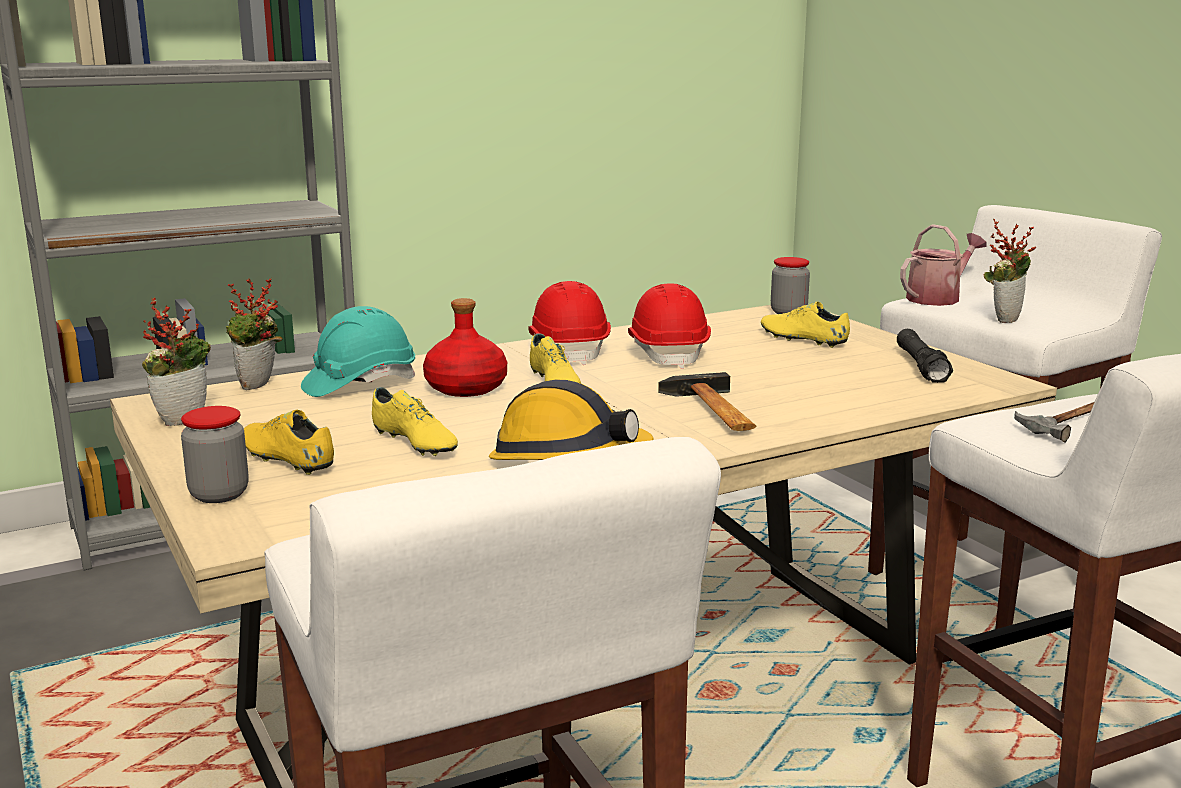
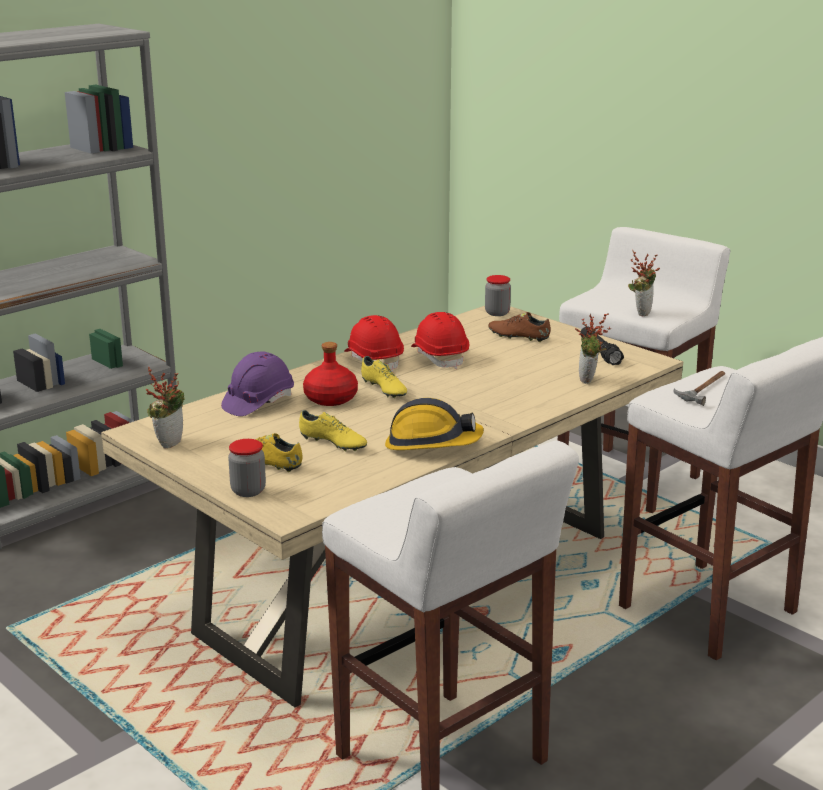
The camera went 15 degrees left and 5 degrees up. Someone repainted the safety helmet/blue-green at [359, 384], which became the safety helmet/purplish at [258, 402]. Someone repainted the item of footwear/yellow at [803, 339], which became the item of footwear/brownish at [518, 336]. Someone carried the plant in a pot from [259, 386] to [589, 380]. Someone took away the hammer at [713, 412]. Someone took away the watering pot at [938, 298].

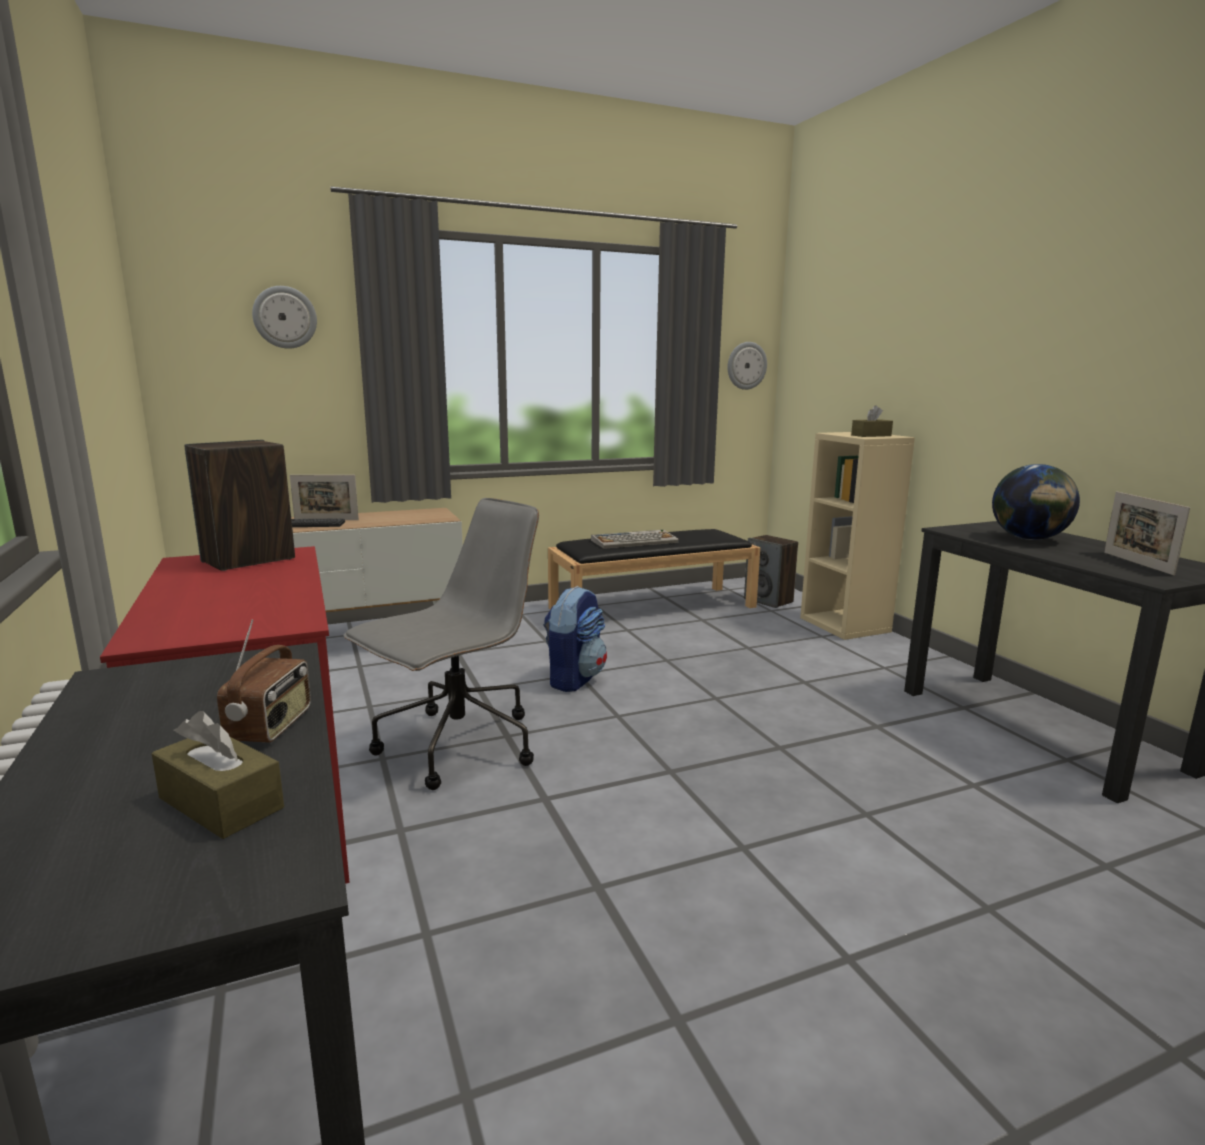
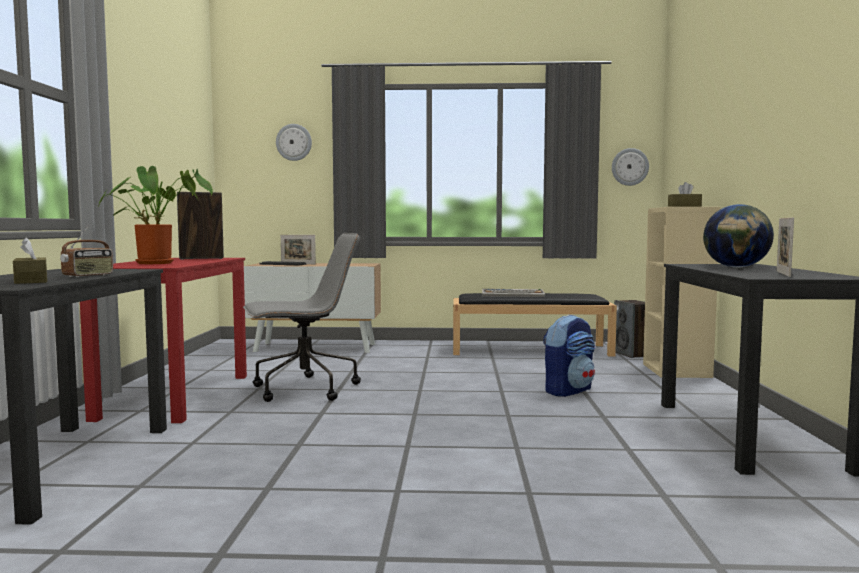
The camera went 25 degrees right and 10 degrees down. Someone put down the plant in a pot at [159, 263]. Someone carried the knapsack from [574, 679] to [568, 391].

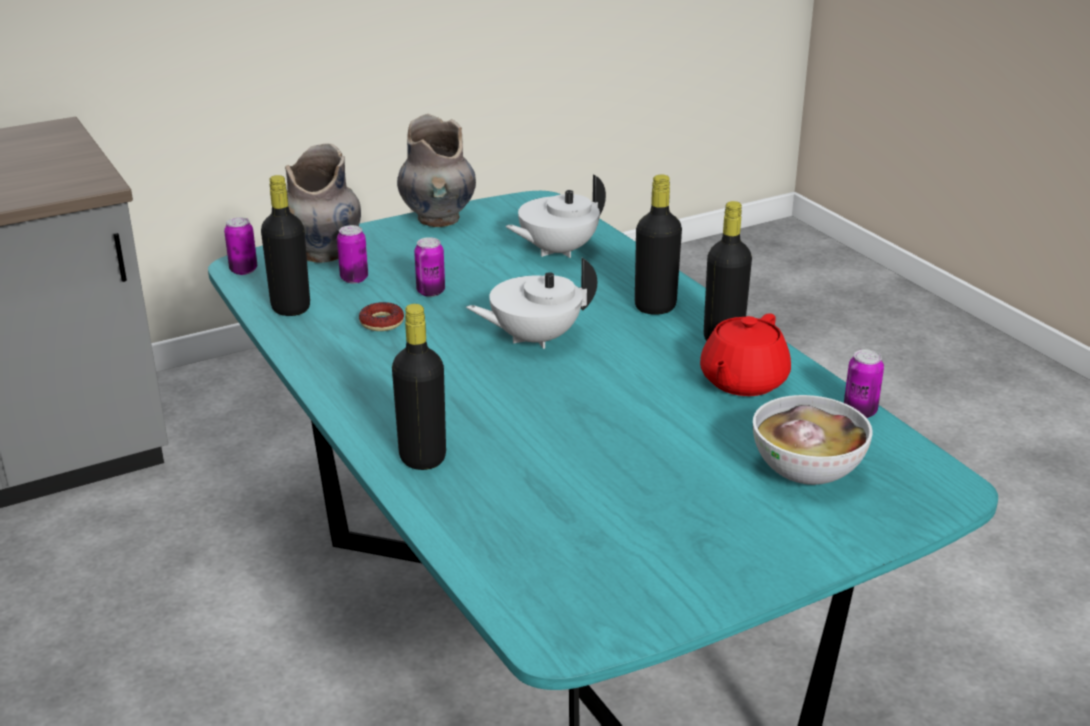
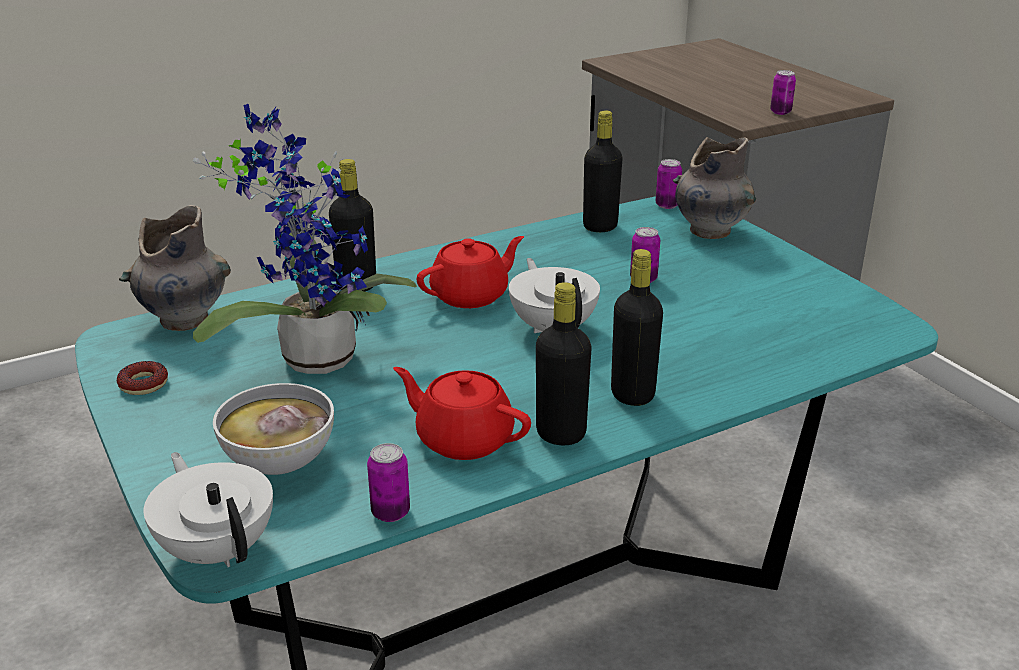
The camera went 90 degrees right and 0 degrees up. Someone carried the ring doughnut from [382, 322] to [143, 384]. Someone carried the vase/greyish from [438, 220] to [183, 320]. Someone carried the tea pot/whitish from [557, 251] to [218, 549]. Someone put down the plant in a pot at [313, 354]. Someone put down the tea pot/red-coloured at [471, 296]. Someone carried the metal can from [354, 279] to [780, 112].

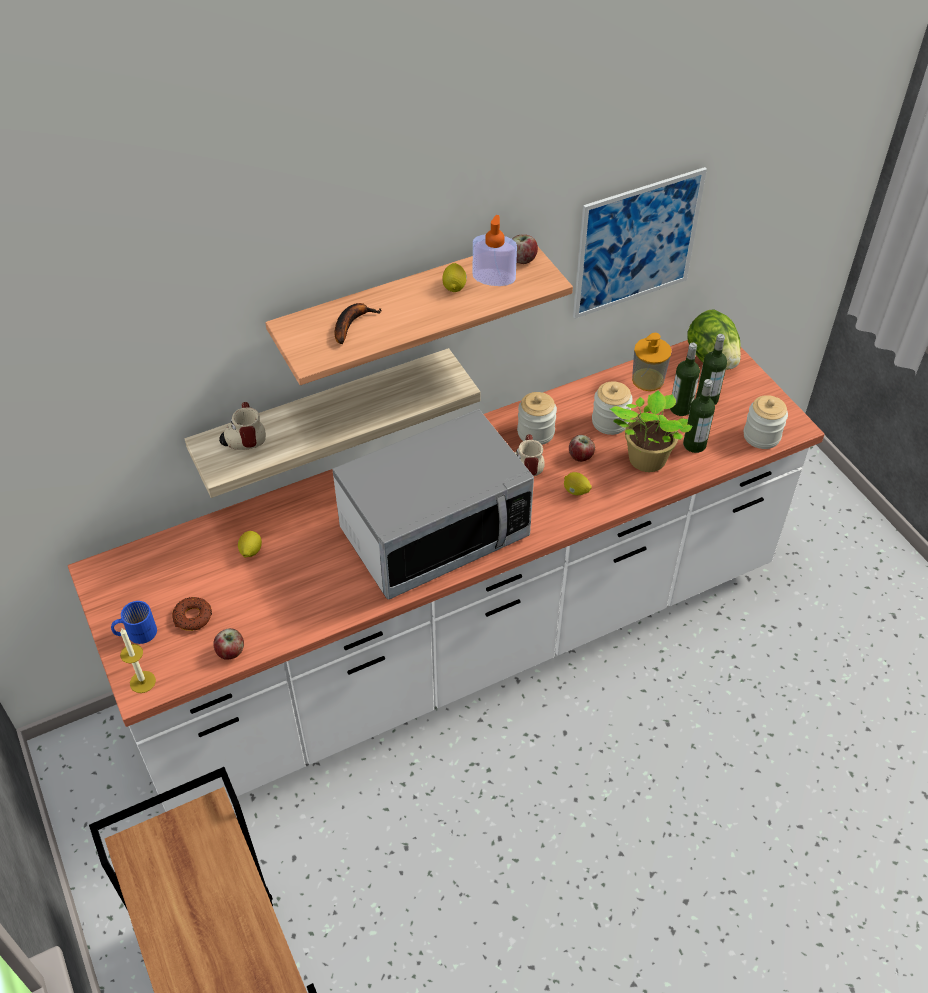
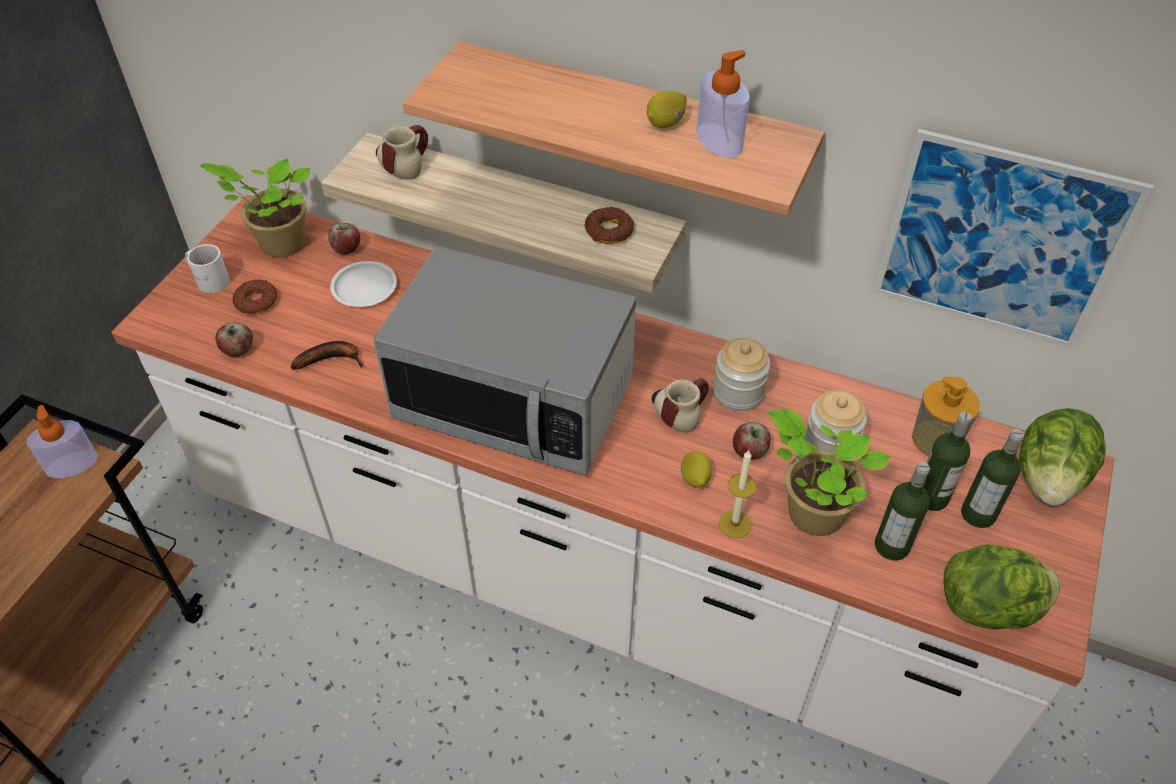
The camera went 50 degrees right and 0 degrees up. Someone put down the soap dispenser at [72, 464]. Someone repainted the mug/bluish at [136, 632], which became the mug/whitish at [209, 278]. Someone put down the plant in a pot at [279, 244]. Someone carried the banana from [352, 324] to [331, 359]. Someone carried the apple fruit from [522, 259] to [346, 249]. Someone swapped the lemon at [250, 551] for the dinner plate/whitish at [364, 288]. Someone put down the ring doughnut at [609, 231]. Someone carried the candle from [142, 682] to [734, 524]. Someone swapped the jar at [761, 436] for the lettuce at [990, 607].

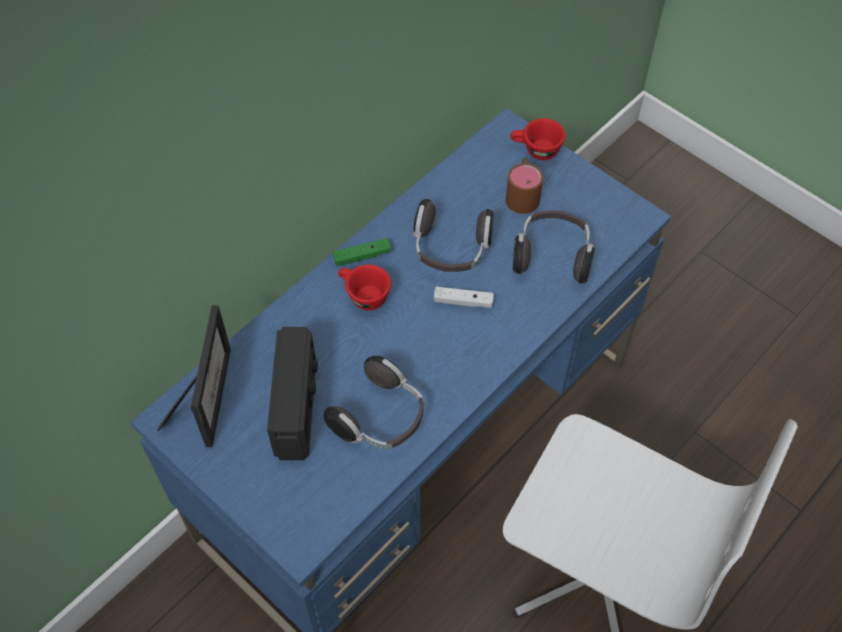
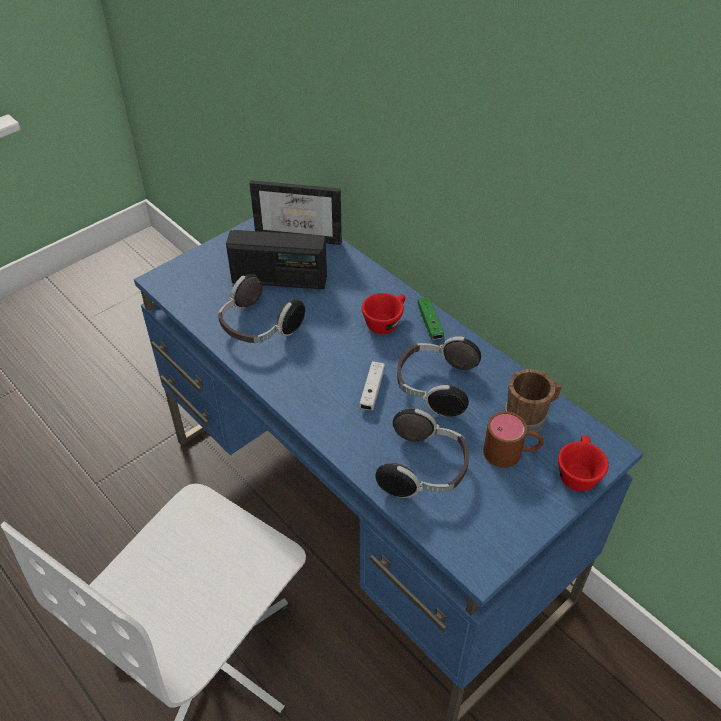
The camera went 95 degrees right and 10 degrees down. Someone put down the mug/brownish at [529, 416].

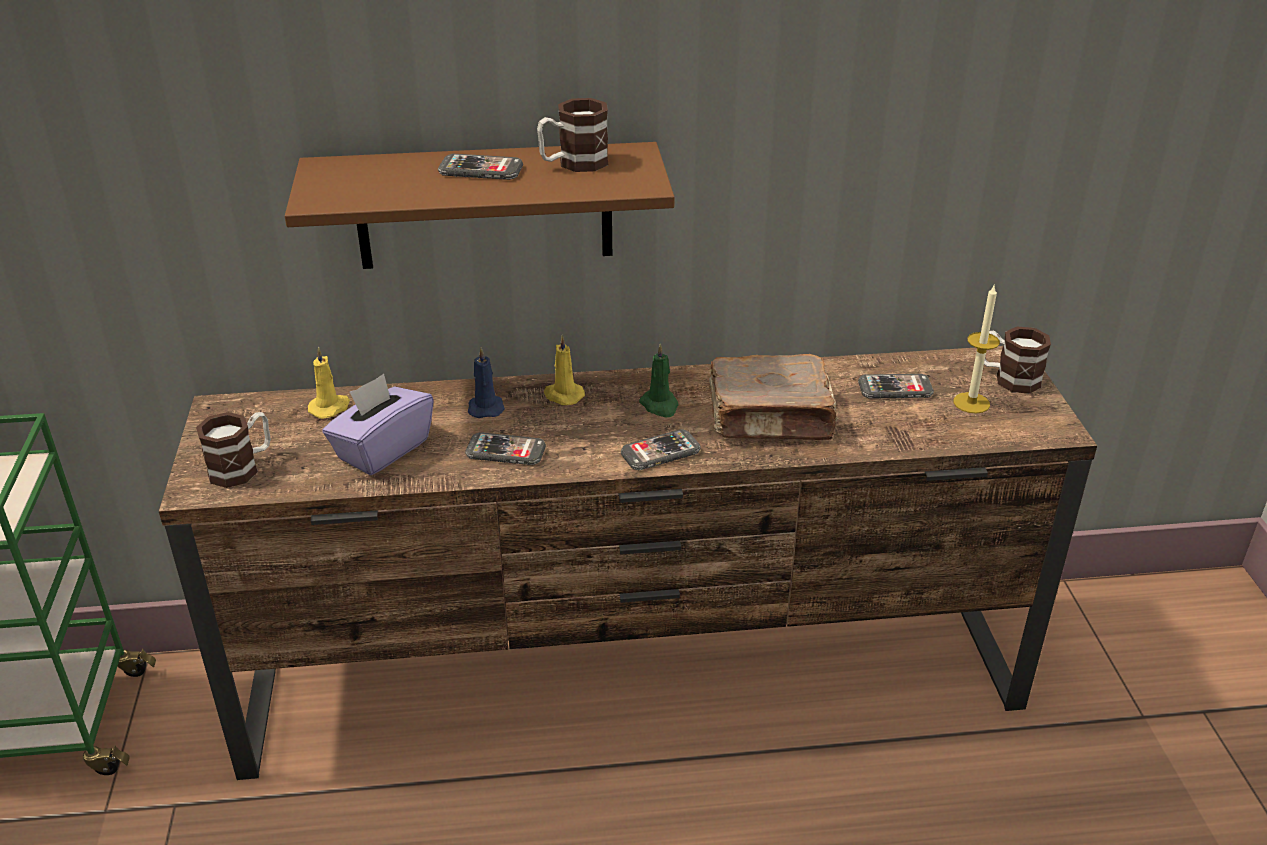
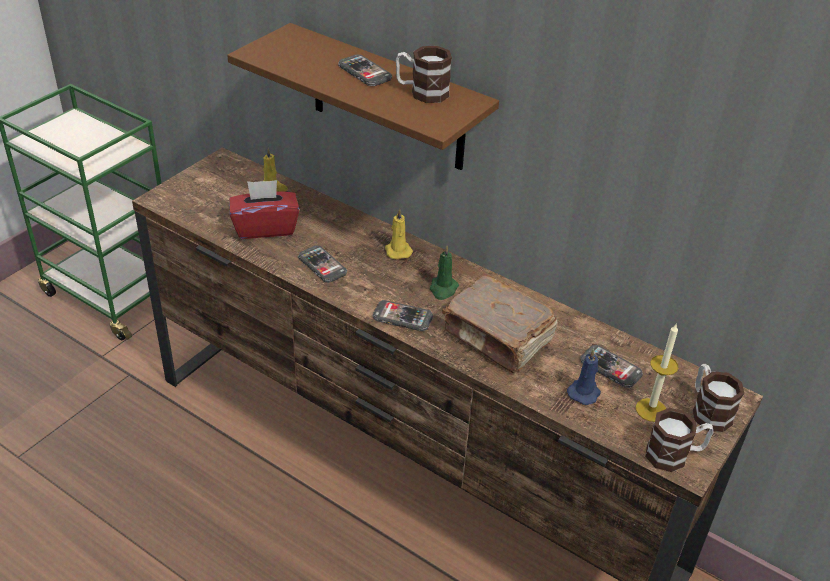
The camera went 40 degrees right and 5 degrees up. Someone repainted the box of tissues/purplish at [382, 449], which became the box of tissues/red-coloured at [265, 227]. Someone carried the candle/bluish from [485, 407] to [584, 392]. Someone carried the mug from [242, 467] to [675, 455].

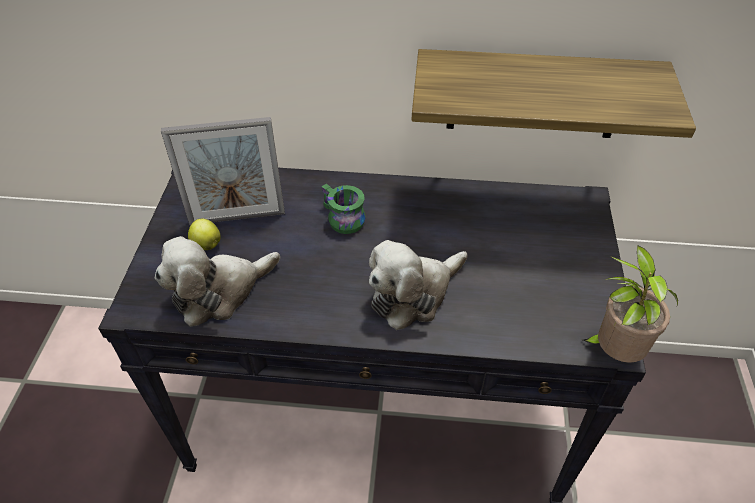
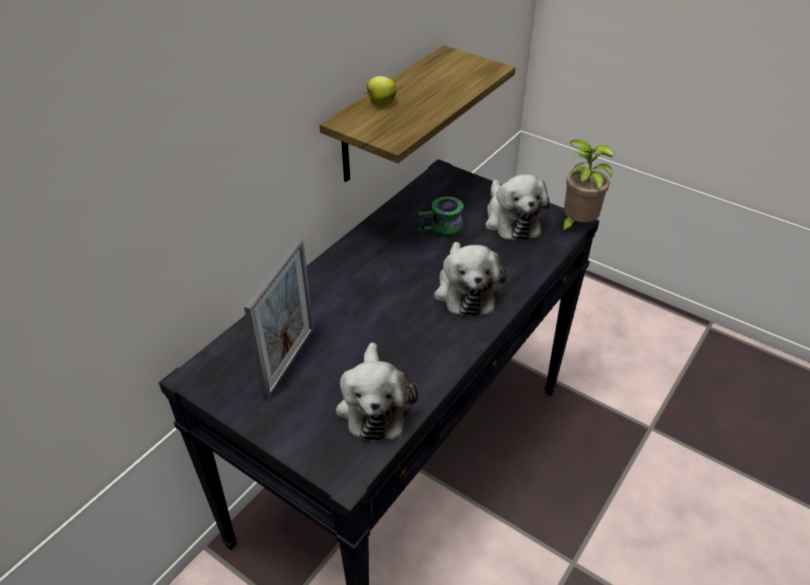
The camera went 60 degrees left and 5 degrees down. Someone carried the apple fruit from [206, 244] to [380, 103]. Someone carried the mug/green from [341, 220] to [441, 231]. Someone put down the plush toy at [511, 220].

